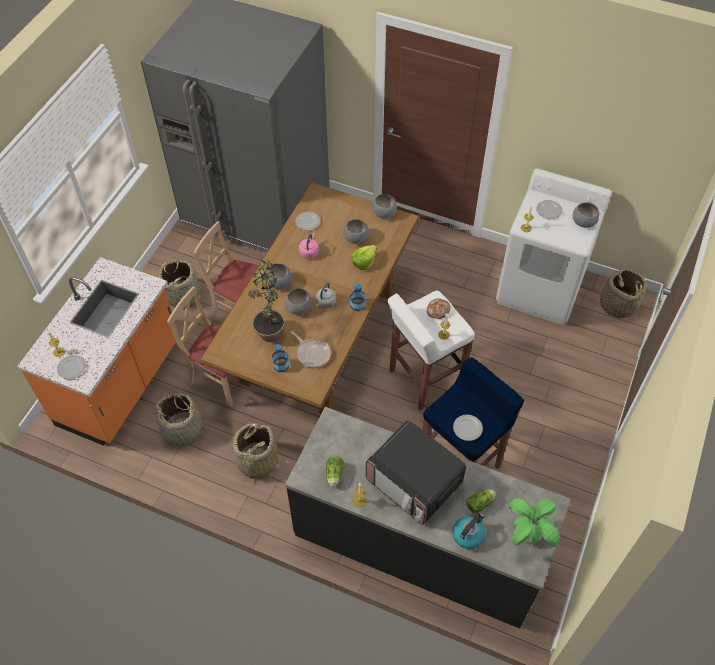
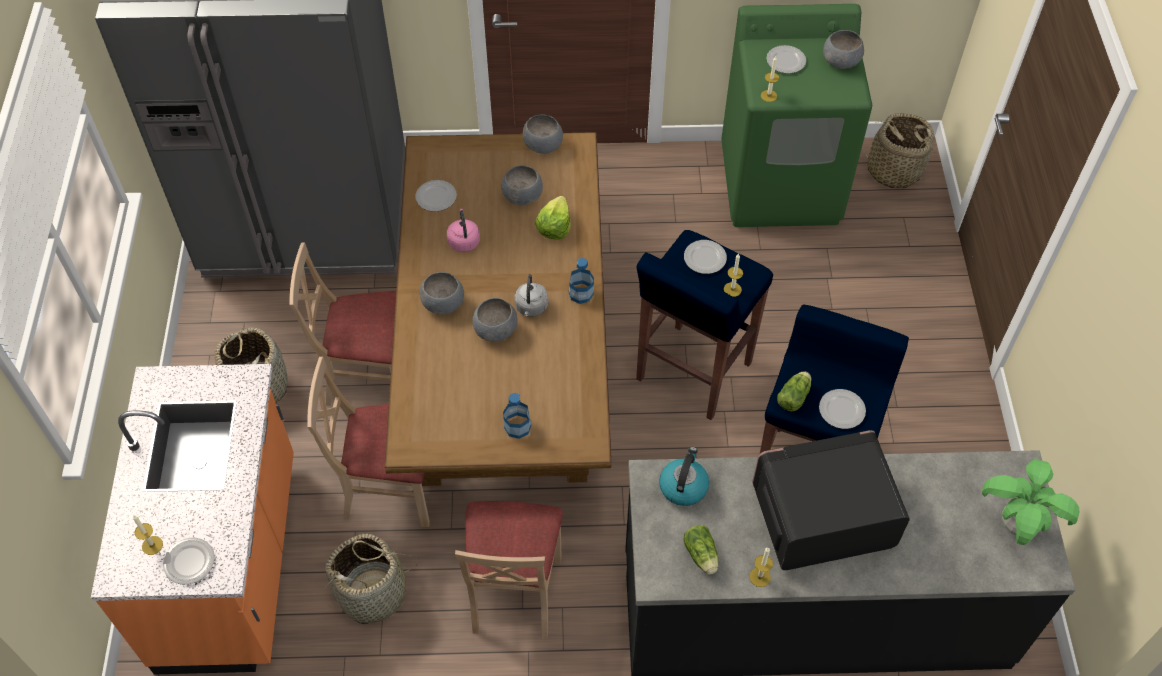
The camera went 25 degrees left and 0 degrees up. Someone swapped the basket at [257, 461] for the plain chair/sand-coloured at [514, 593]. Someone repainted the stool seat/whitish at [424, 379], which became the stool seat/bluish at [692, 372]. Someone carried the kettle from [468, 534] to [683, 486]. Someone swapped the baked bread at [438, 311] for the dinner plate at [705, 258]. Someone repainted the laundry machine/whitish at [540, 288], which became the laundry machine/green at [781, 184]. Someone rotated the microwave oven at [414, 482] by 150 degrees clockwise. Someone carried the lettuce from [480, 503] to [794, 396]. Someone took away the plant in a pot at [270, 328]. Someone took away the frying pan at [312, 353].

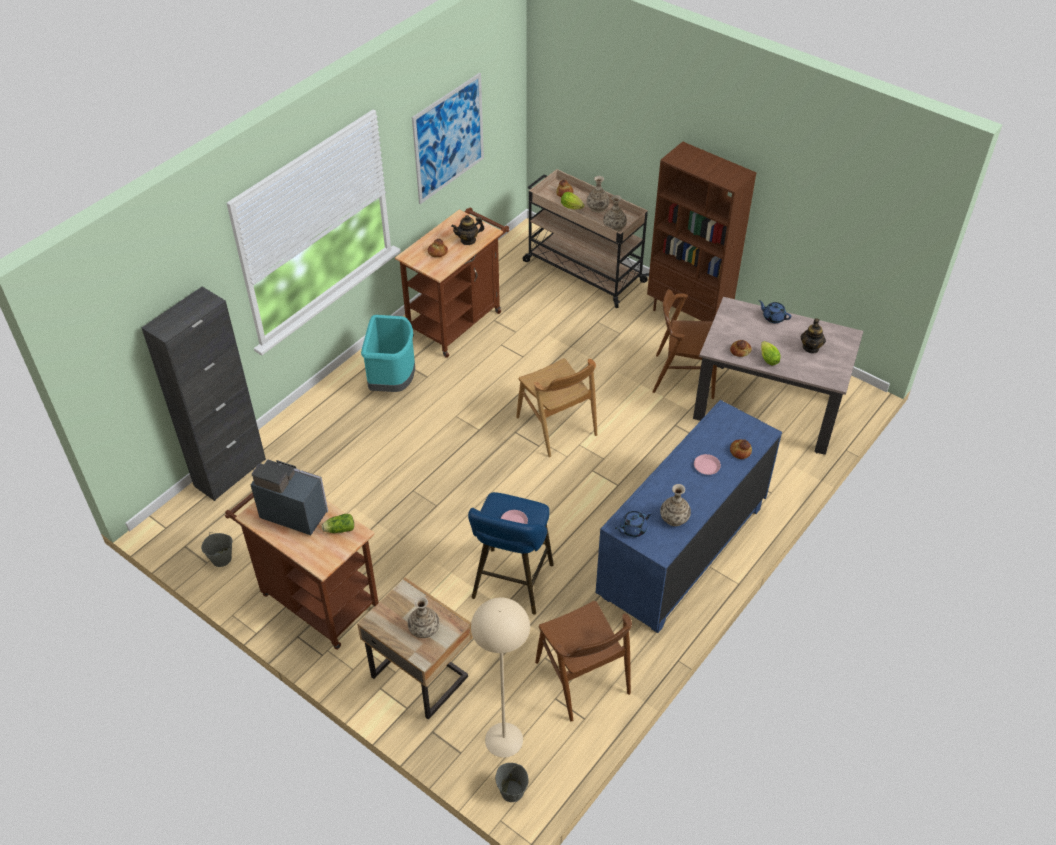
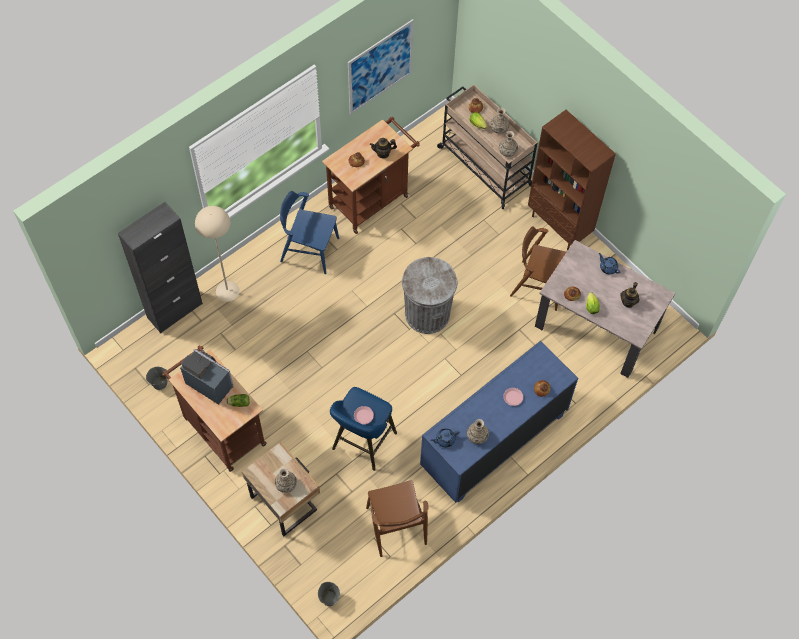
The camera went 10 degrees right and 15 degrees up. Someone carried the standard lamp/sand-coloured from [504, 739] to [227, 291]. Someone swapped the trash can/blue-green at [393, 382] for the plain chair/bluish at [309, 249]. Someone swapped the plain chair/brownish at [556, 426] for the trash can/greyish at [427, 314].

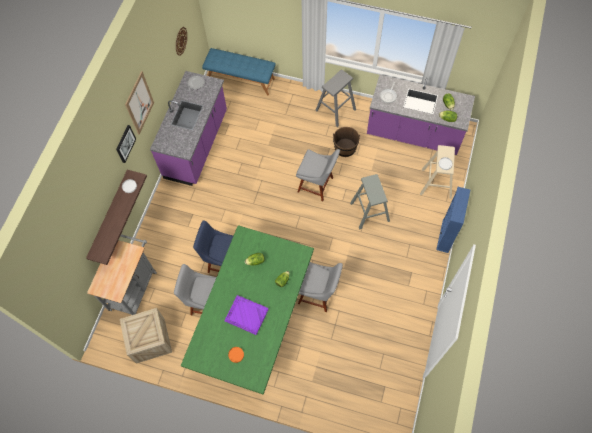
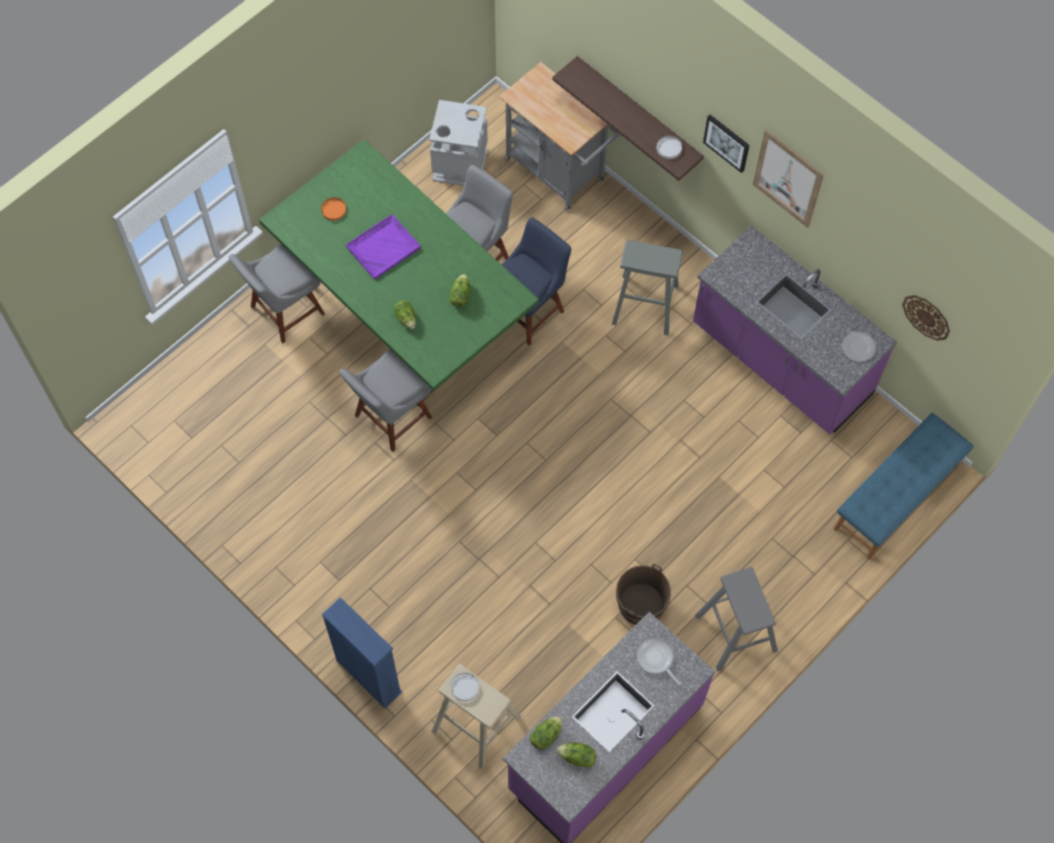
The camera went 115 degrees right and 0 degrees up. Someone carried the plain chair/greyish from [317, 185] to [284, 312]. Someone swapped the shipping crate at [150, 340] for the trash can/greyish at [460, 164]. Someone carried the stool seat/greyish from [370, 212] to [645, 304].

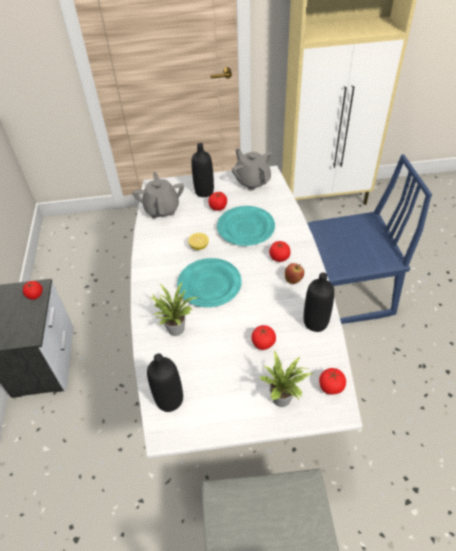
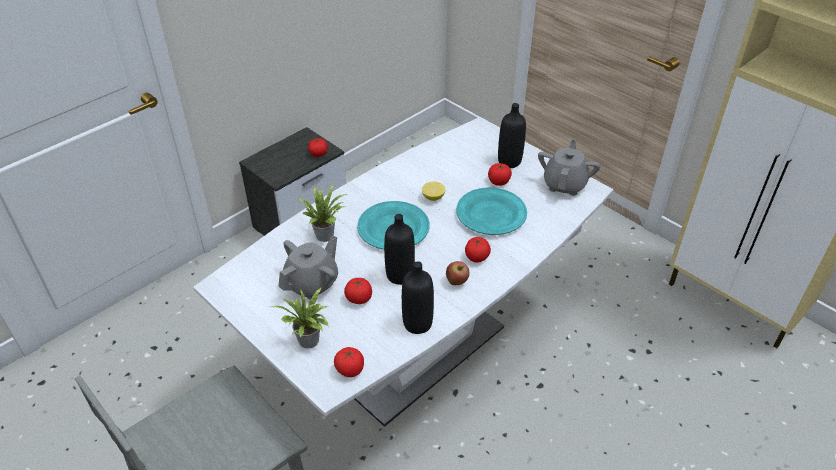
The camera went 50 degrees right and 5 degrees down. Someone carried the tea pot/greyish from [162, 209] to [312, 283]. Someone carried the beverage bottle/black from [169, 400] to [400, 275]. Someone took away the plain chair/bluish at [344, 295].

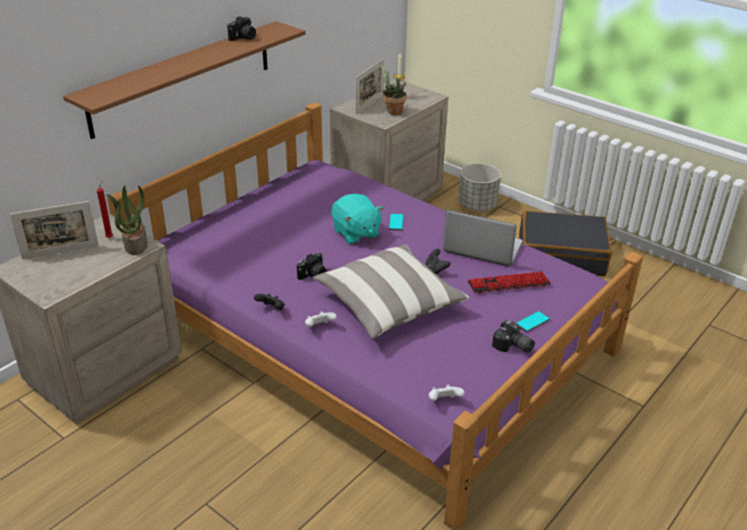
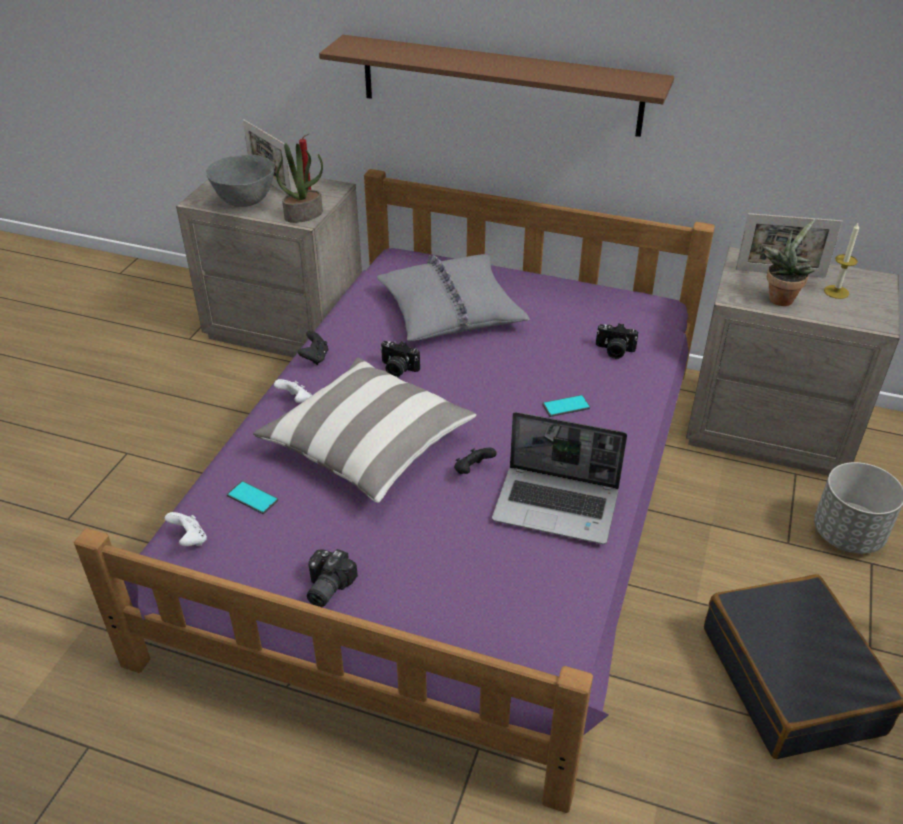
The camera went 70 degrees right and 5 degrees up. Someone put down the serving bowl/greyish at [245, 202]. Someone carried the phone from [532, 322] to [252, 498]. Someone put down the pillow/greyish at [450, 310]. Someone rotated the laptop at [481, 248] by 105 degrees clockwise. Someone carried the still camera from [243, 38] to [614, 351]. Someone took away the plush toy/blue-green at [355, 233]. Someone took away the keyboard at [509, 284].

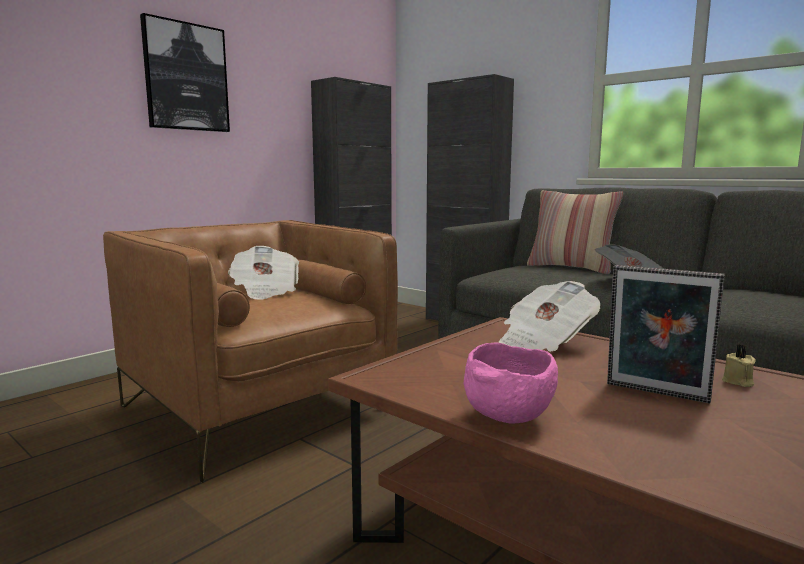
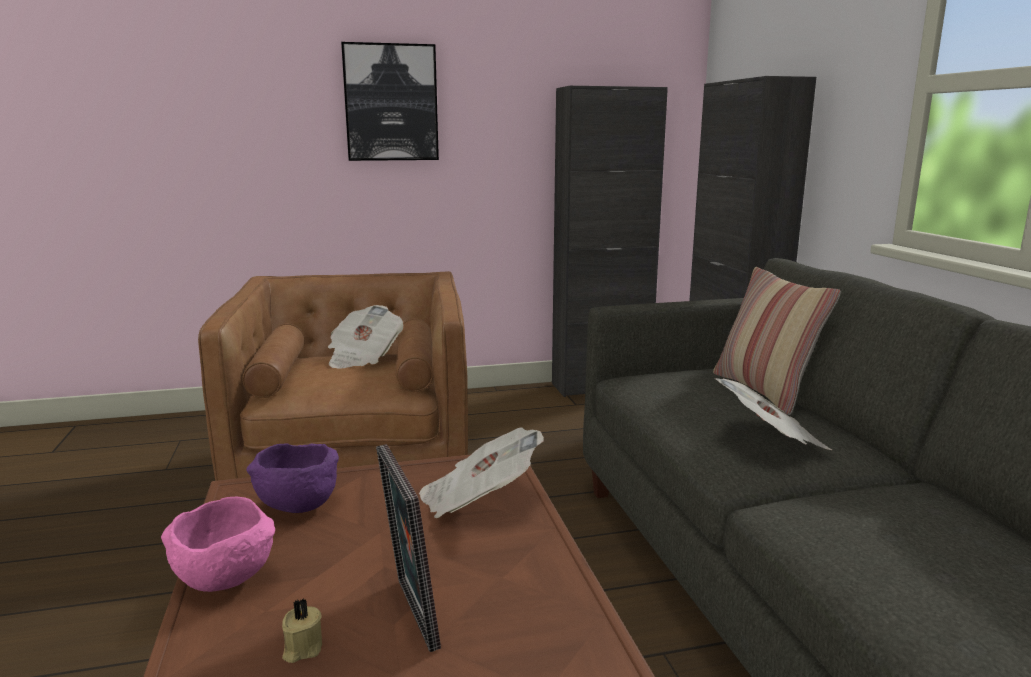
The camera went 35 degrees right and 5 degrees up. Someone put down the serving bowl/purplish at [296, 507]. Someone carried the candle/sand-coloured from [738, 382] to [302, 649].

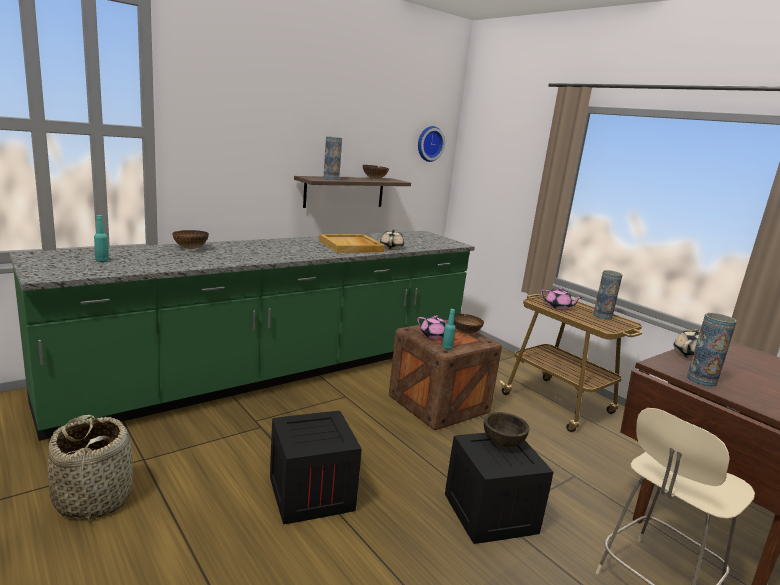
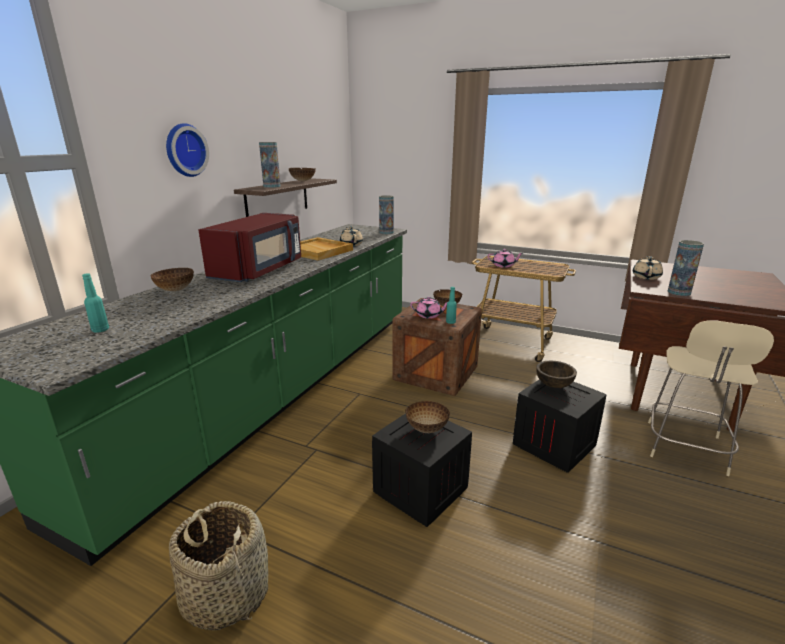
The camera went 25 degrees left and 5 degrees up. Someone carried the hanging clock from [429, 143] to [184, 150]. Someone put down the microwave oven/red-coloured at [259, 270]. Someone carried the vase from [602, 316] to [386, 232]. Someone put down the serving bowl at [427, 428].

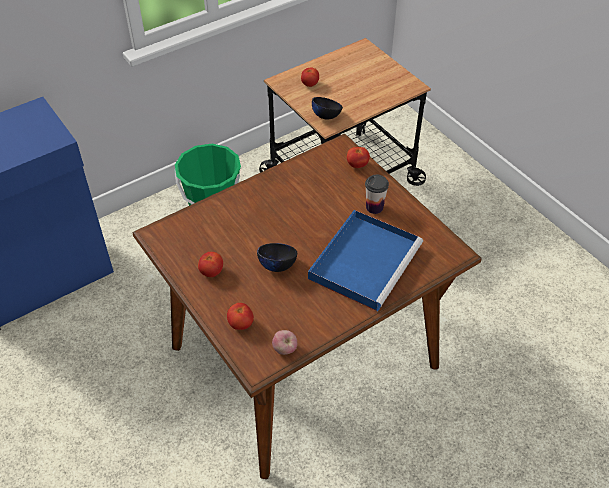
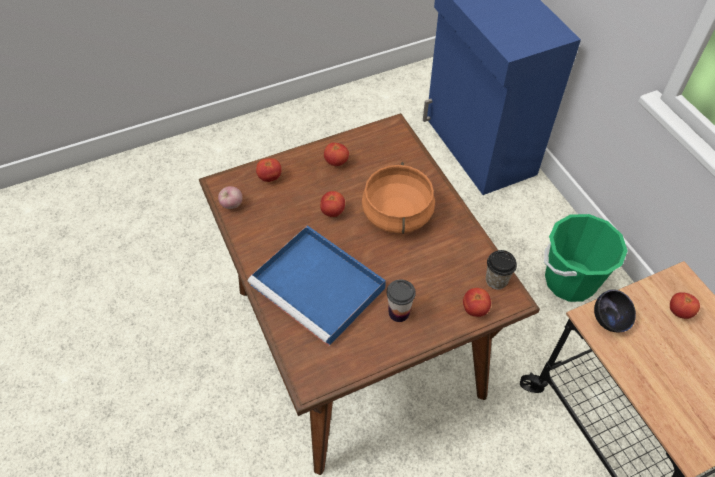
The camera went 100 degrees right and 5 degrees up. Someone swapped the serving bowl/black at [277, 265] for the whole tomato at [332, 211]. Someone put down the stockpot/orangey at [398, 214]. Someone put down the cup at [496, 280].

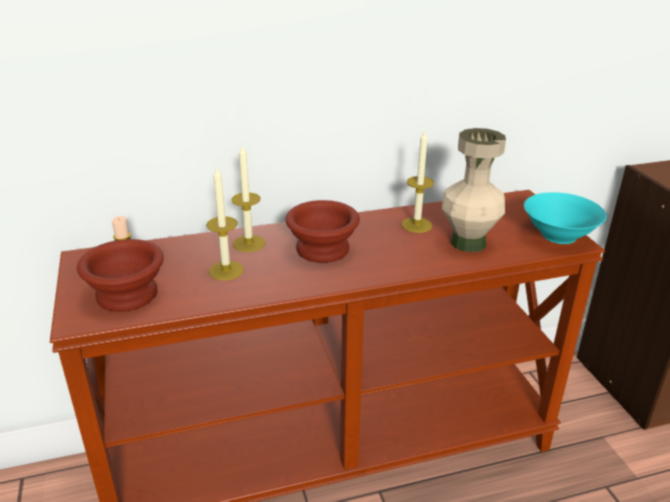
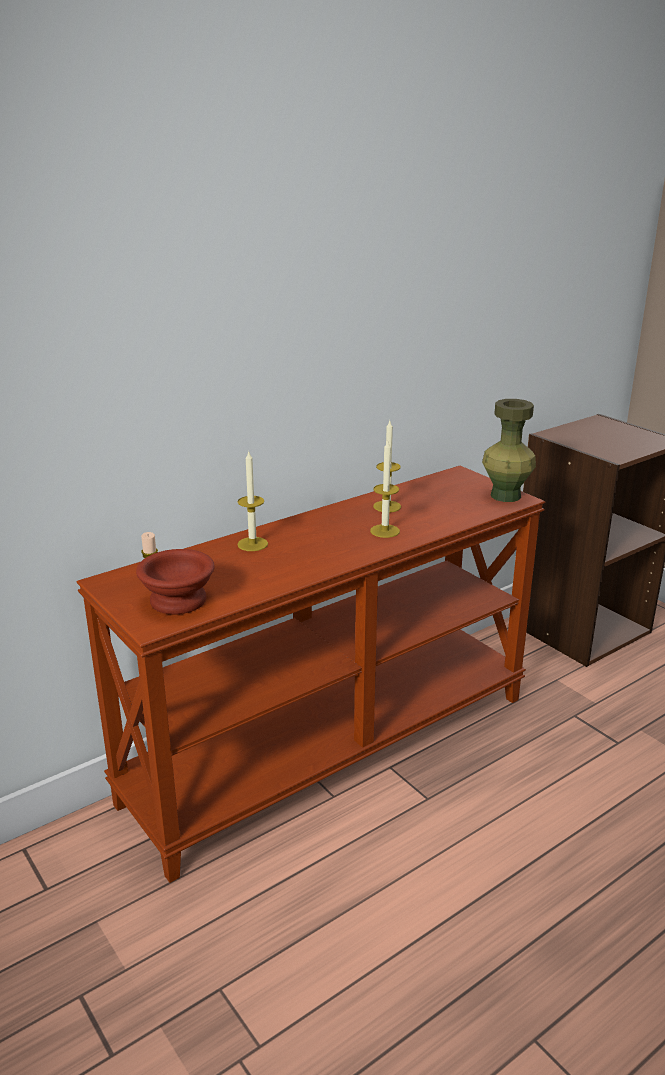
The camera went 20 degrees left and 5 degrees down. Someone carried the candle from [226, 270] to [385, 531]. Someone swapped the serving bowl/blue-green at [560, 235] for the vase/green at [506, 496]. Someone took away the serving bowl/brownish at [324, 249]. Someone took away the vase/sand-coloured at [468, 242].

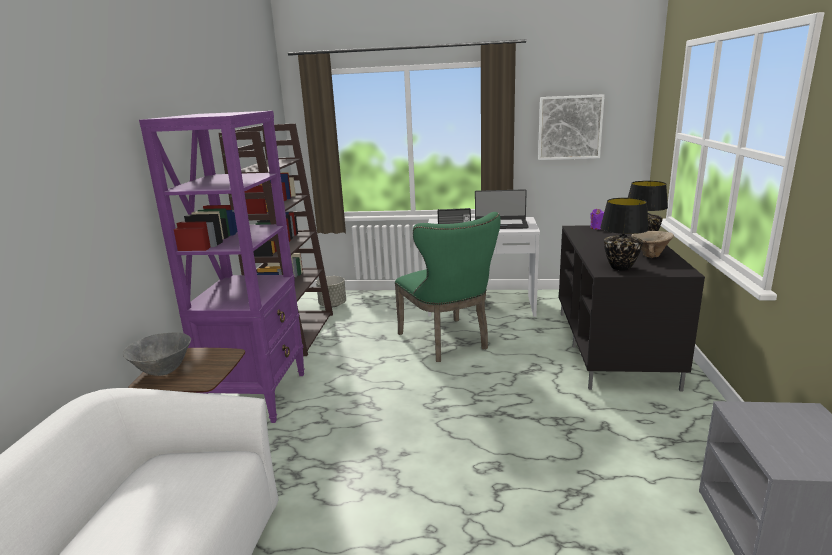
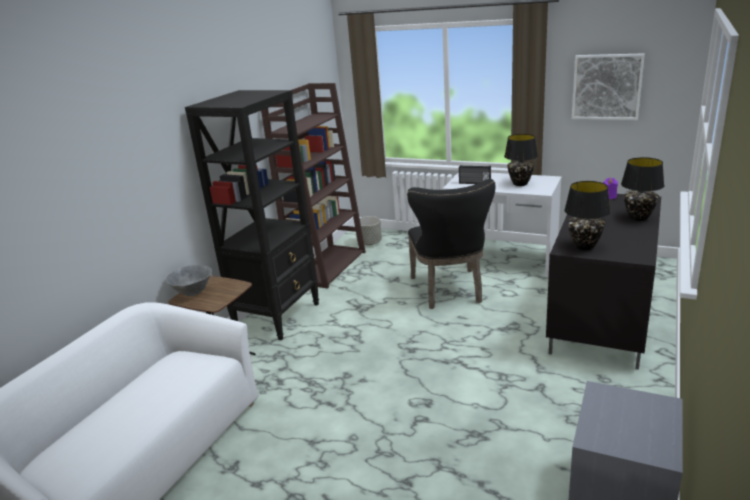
The camera went 20 degrees right and 5 degrees up. Someone repainted the bookshelf/purplish at [258, 395], which became the bookshelf/black at [278, 316]. Someone repainted the plain chair/green at [447, 342], which became the plain chair/black at [449, 291]. Someone swapped the laptop at [500, 224] for the tabletop lamp/black at [520, 184]. Someone took away the serving bowl/sand-coloured at [649, 255].

